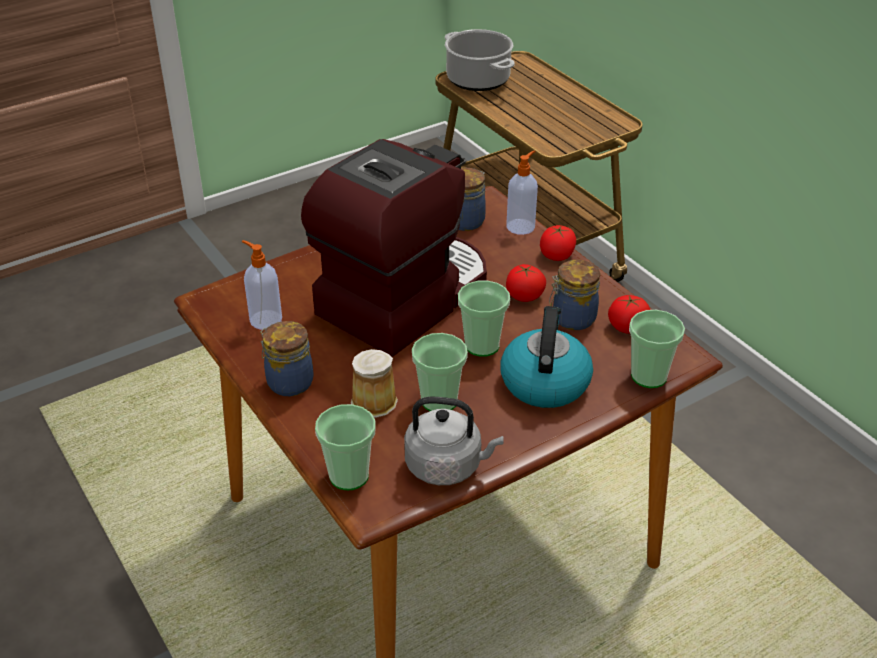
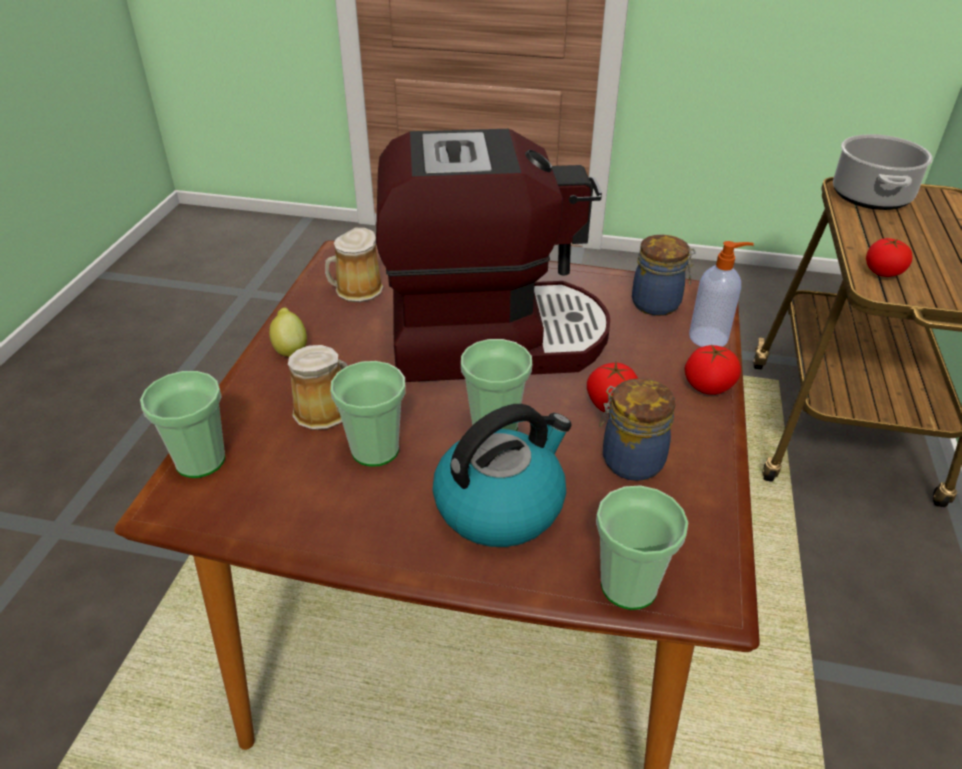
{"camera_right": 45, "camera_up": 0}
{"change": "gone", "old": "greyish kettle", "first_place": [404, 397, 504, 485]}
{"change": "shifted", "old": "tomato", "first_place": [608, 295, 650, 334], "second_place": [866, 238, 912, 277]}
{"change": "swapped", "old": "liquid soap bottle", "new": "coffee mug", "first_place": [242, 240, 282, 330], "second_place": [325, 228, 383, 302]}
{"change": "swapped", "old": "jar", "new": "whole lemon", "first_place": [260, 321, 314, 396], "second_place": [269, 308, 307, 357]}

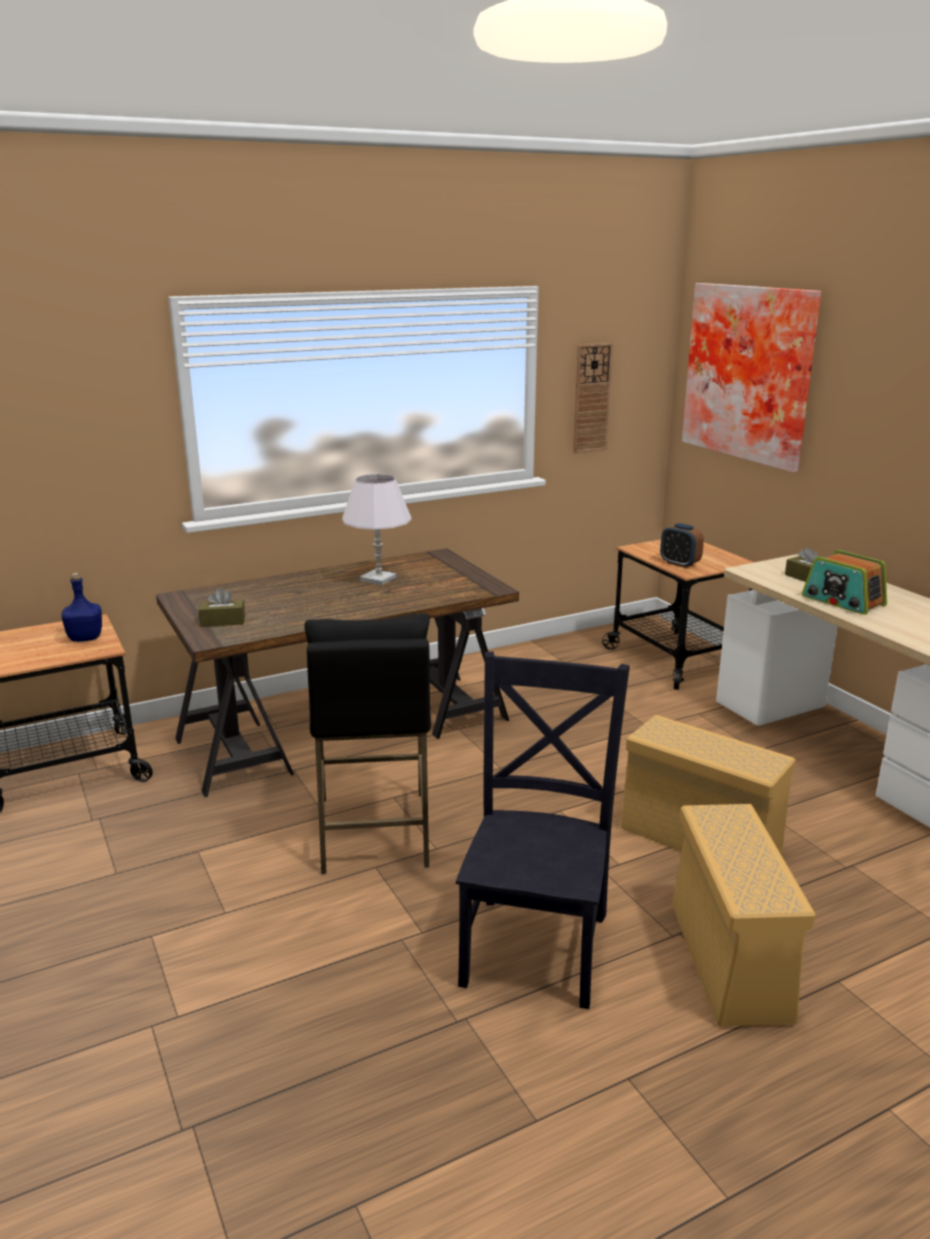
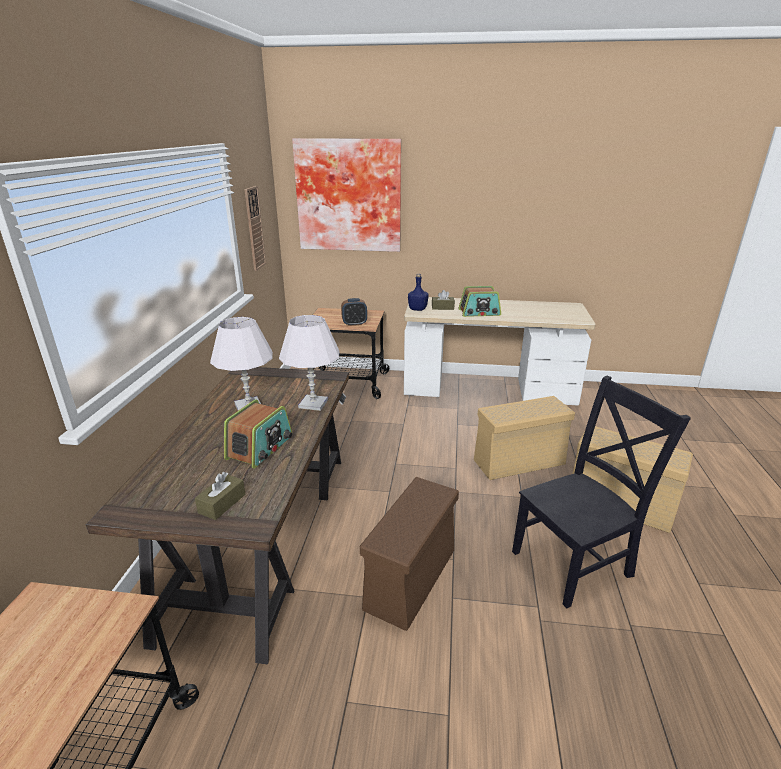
{"camera_right": -55, "camera_up": 5}
{"change": "new", "new": "radio set", "second_place": [224, 399, 292, 468]}
{"change": "new", "new": "whitish table lamp", "second_place": [279, 315, 340, 411]}
{"change": "shifted", "old": "bluish drink bottle", "first_place": [62, 573, 102, 642], "second_place": [408, 274, 429, 311]}
{"change": "swapped", "old": "black sitting stool", "new": "brown-coloured storage box", "first_place": [304, 613, 431, 874], "second_place": [360, 477, 459, 631]}
{"change": "rotated", "old": "black chair", "first_place": [456, 651, 630, 1009], "second_place": [512, 375, 691, 608], "degrees": 105}

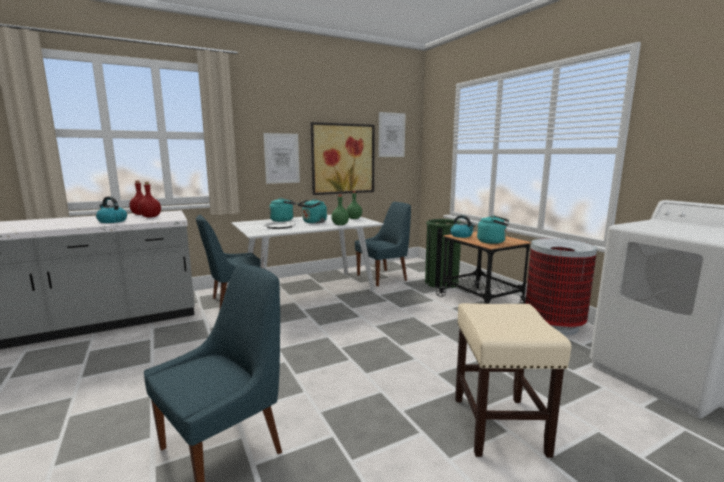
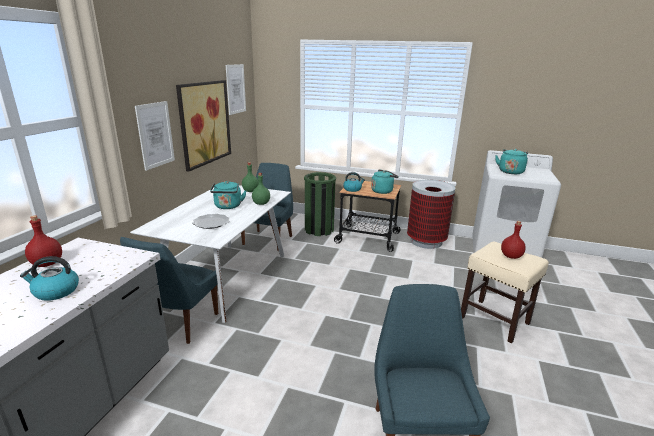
{"camera_right": -45, "camera_up": 10}
{"change": "shifted", "old": "red drink bottle", "first_place": [138, 182, 161, 218], "second_place": [501, 221, 526, 259]}
{"change": "shifted", "old": "blue-green kettle", "first_place": [269, 198, 296, 222], "second_place": [495, 149, 528, 174]}

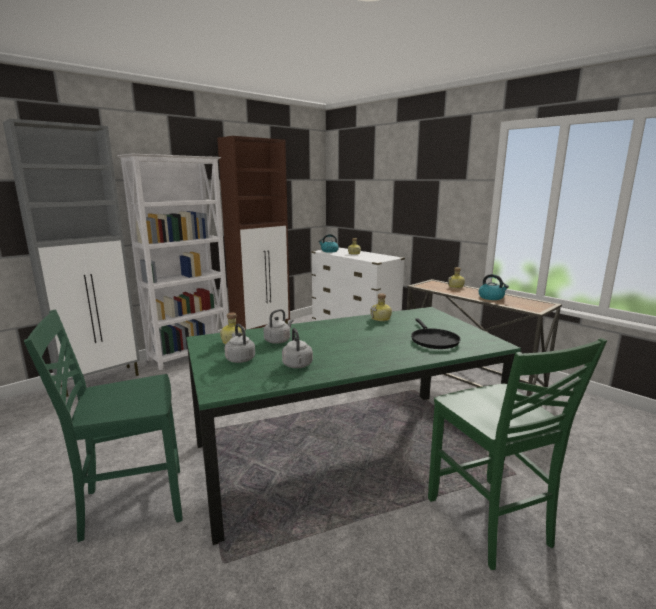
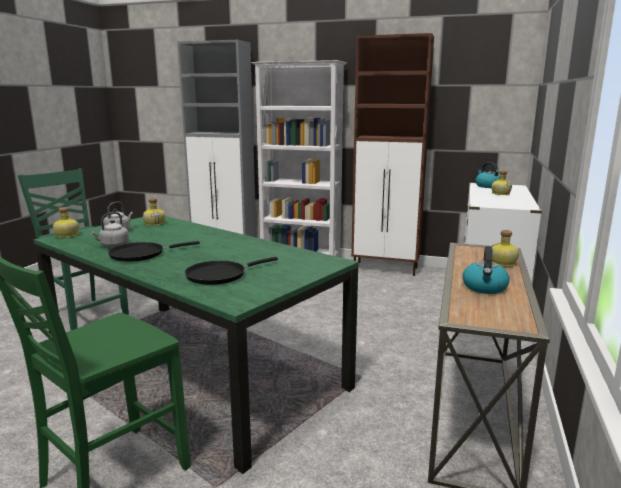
{"camera_right": 60, "camera_up": 0}
{"change": "gone", "old": "greyish kettle", "first_place": [264, 309, 294, 344]}
{"change": "new", "new": "black pan", "second_place": [108, 241, 200, 262]}
{"change": "shifted", "old": "drink bottle", "first_place": [371, 293, 392, 321], "second_place": [53, 207, 79, 238]}

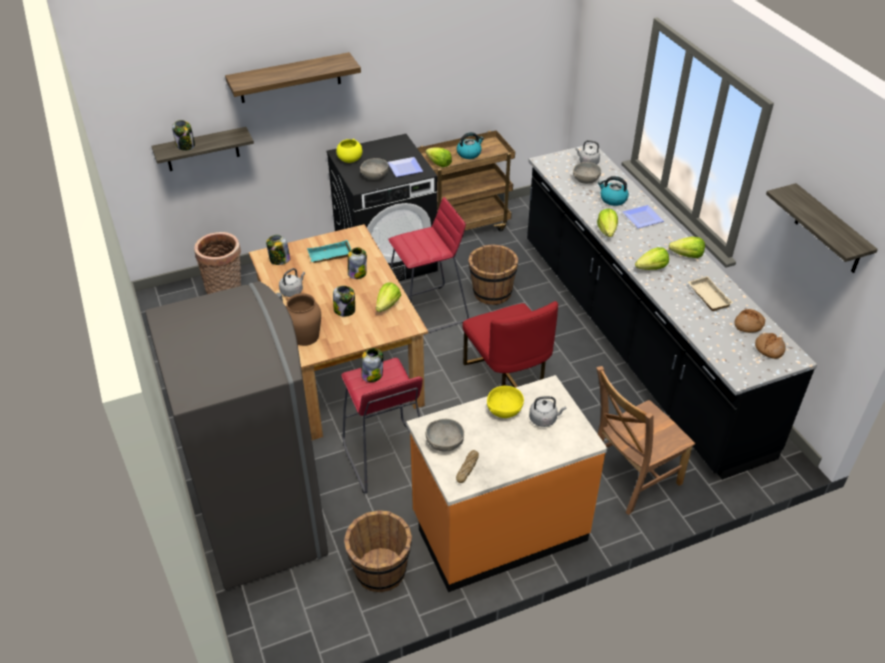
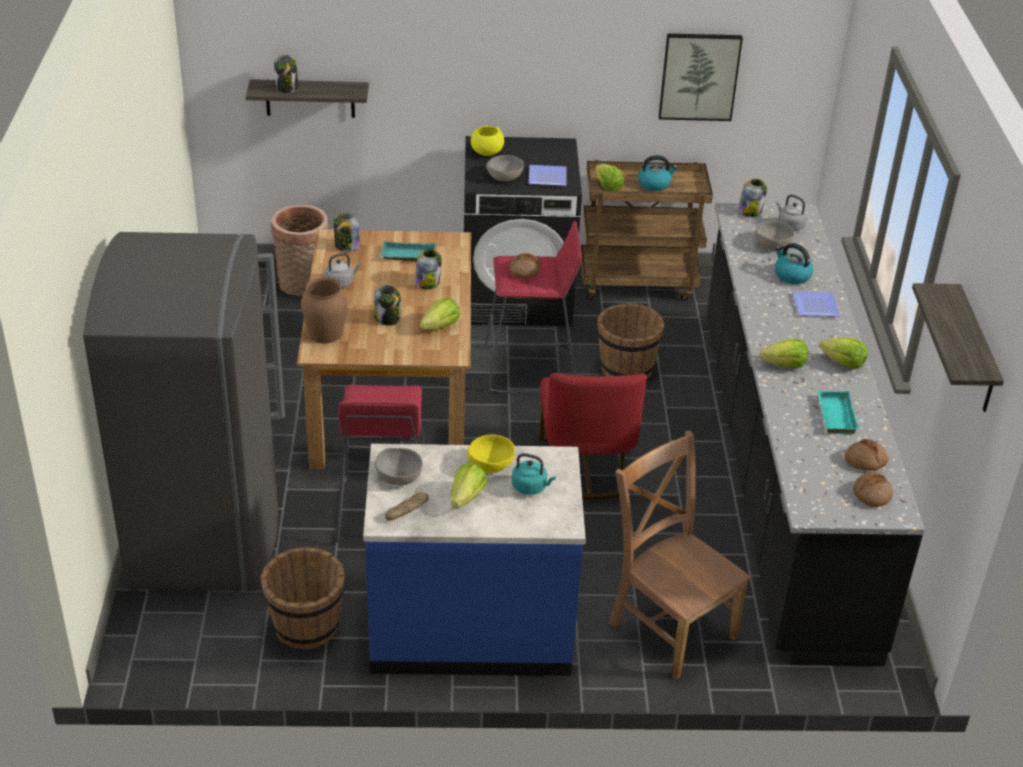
{"camera_right": 20, "camera_up": -5}
{"change": "gone", "old": "shelf", "first_place": [225, 52, 361, 103]}
{"change": "new", "new": "bakery bread", "second_place": [509, 253, 540, 279]}
{"change": "new", "new": "picture", "second_place": [658, 33, 743, 121]}
{"change": "shifted", "old": "jar", "first_place": [361, 348, 383, 382], "second_place": [738, 179, 767, 217]}
{"change": "shifted", "old": "head of lettuce", "first_place": [597, 208, 618, 237], "second_place": [451, 463, 488, 509]}
{"change": "repainted", "old": "orangey kitchen base unit", "new": "bluish kitchen base unit", "first_place": [406, 375, 607, 592], "second_place": [363, 444, 586, 676]}
{"change": "repainted", "old": "greyish kettle", "new": "blue-green kettle", "first_place": [529, 396, 566, 427], "second_place": [512, 453, 556, 495]}
{"change": "repainted", "old": "beige serving tray", "new": "blue-green serving tray", "first_place": [688, 276, 734, 311], "second_place": [817, 391, 859, 434]}
{"change": "rotated", "old": "brown-coloured chair", "first_place": [596, 366, 695, 515], "second_place": [609, 430, 751, 679], "degrees": 60}

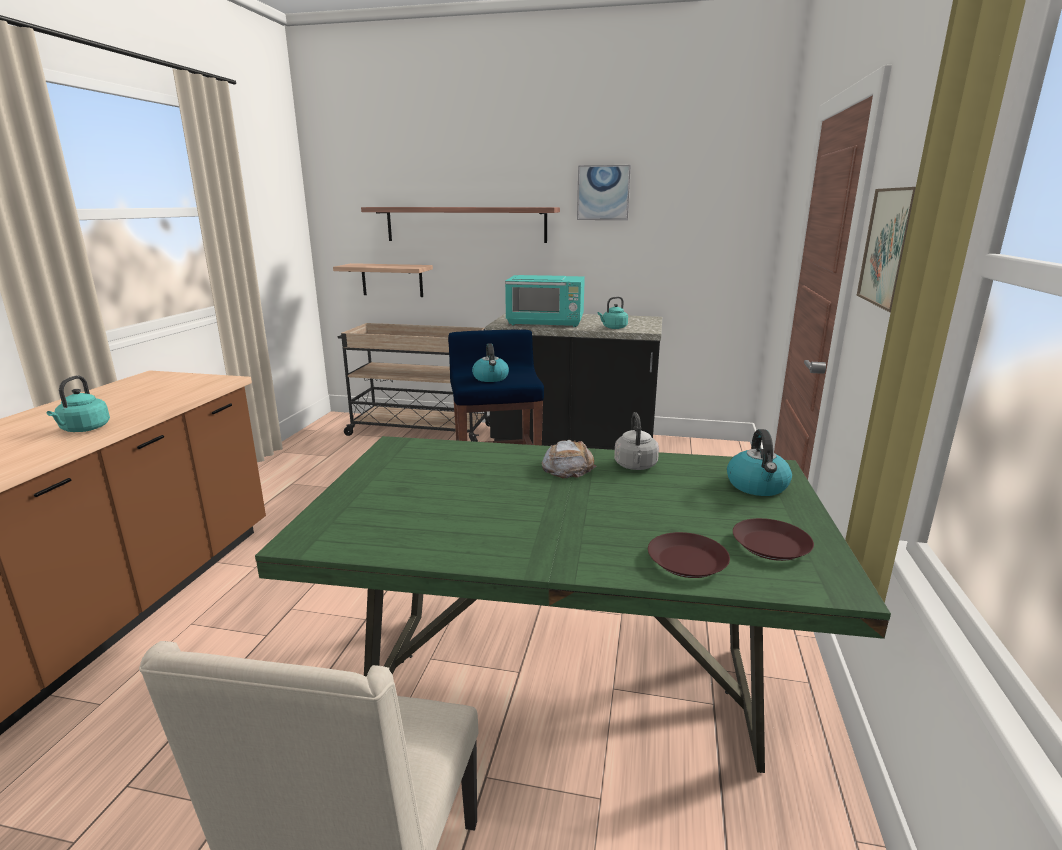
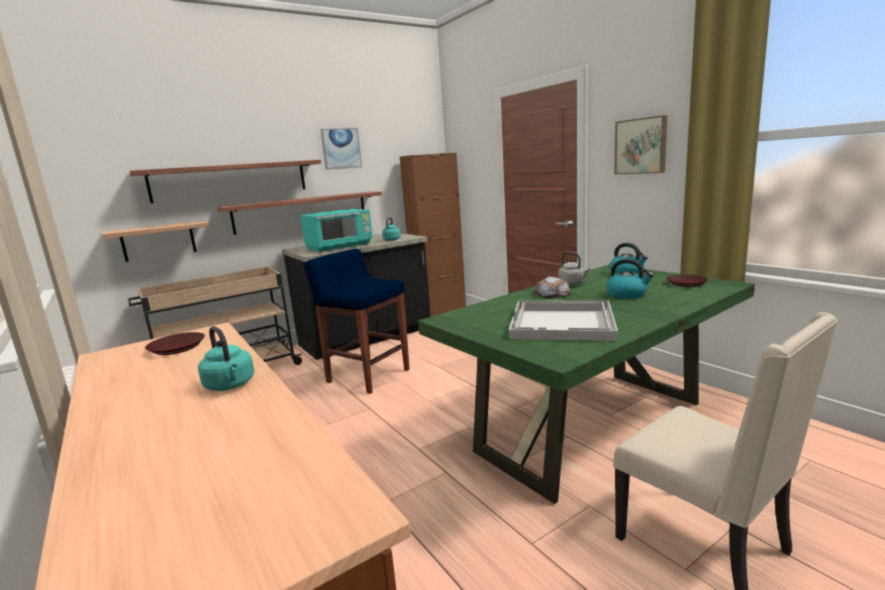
{"camera_right": -45, "camera_up": -5}
{"change": "new", "new": "shelf", "second_place": [217, 192, 382, 235]}
{"change": "new", "new": "brown-coloured cabinet", "second_place": [400, 153, 466, 317]}
{"change": "new", "new": "whitish serving tray", "second_place": [509, 300, 618, 341]}
{"change": "shifted", "old": "kettle", "first_place": [472, 344, 509, 382], "second_place": [606, 259, 654, 299]}
{"change": "shifted", "old": "brown-coloured plate", "first_place": [648, 532, 730, 578], "second_place": [145, 332, 205, 355]}

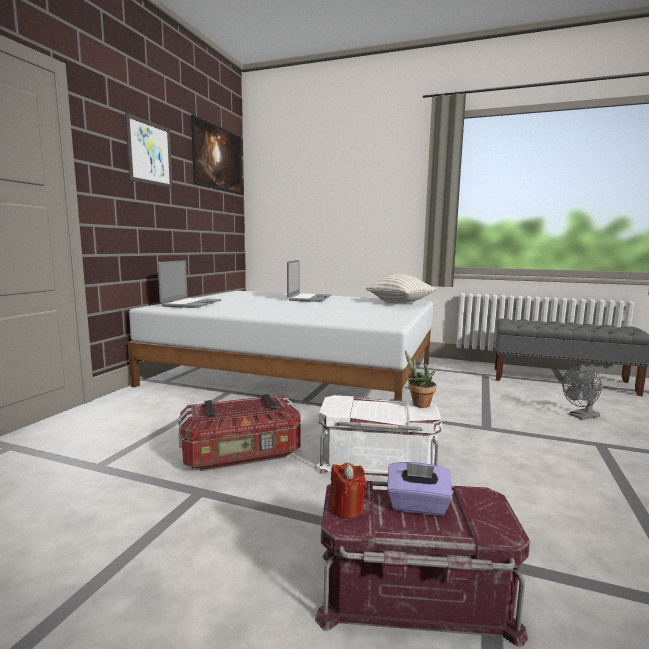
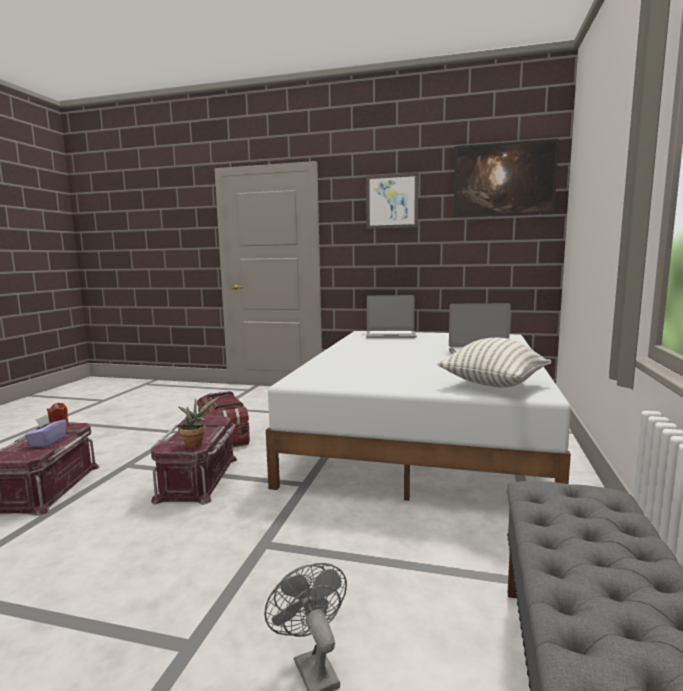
{"camera_right": 85, "camera_up": 0}
{"change": "repainted", "old": "whitish storage box", "new": "red storage box", "first_place": [315, 395, 442, 477], "second_place": [151, 416, 237, 505]}

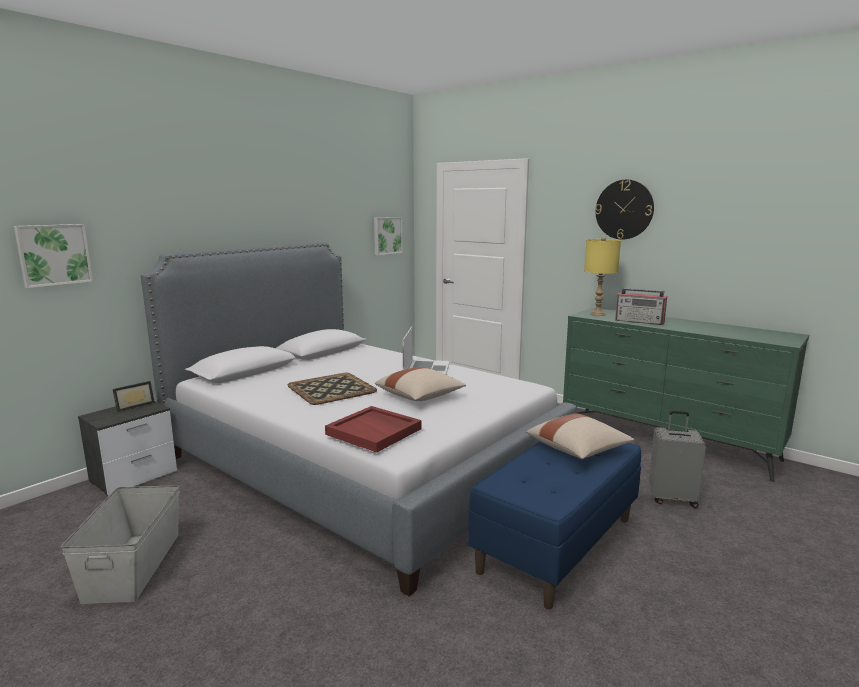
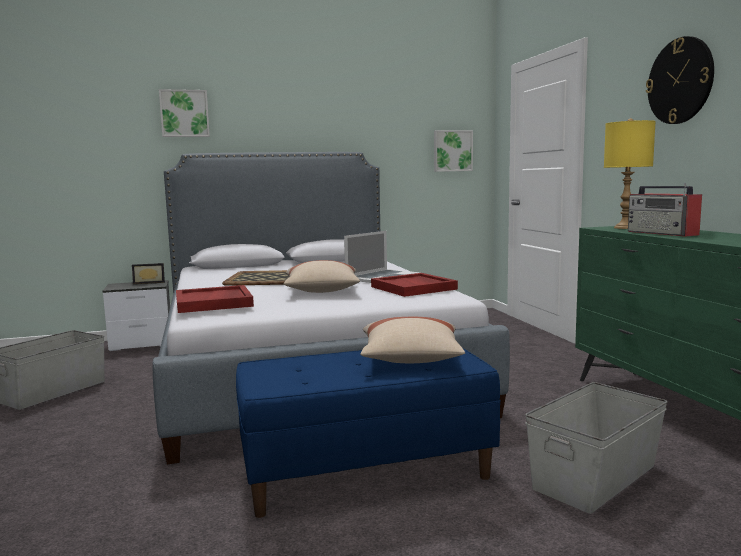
{"camera_right": 35, "camera_up": -5}
{"change": "new", "new": "red serving tray", "second_place": [371, 273, 458, 297]}
{"change": "shifted", "old": "picture", "first_place": [14, 224, 93, 288], "second_place": [159, 89, 210, 137]}
{"change": "swapped", "old": "greyish travel case", "new": "greyish storage box", "first_place": [649, 410, 706, 508], "second_place": [525, 382, 668, 514]}

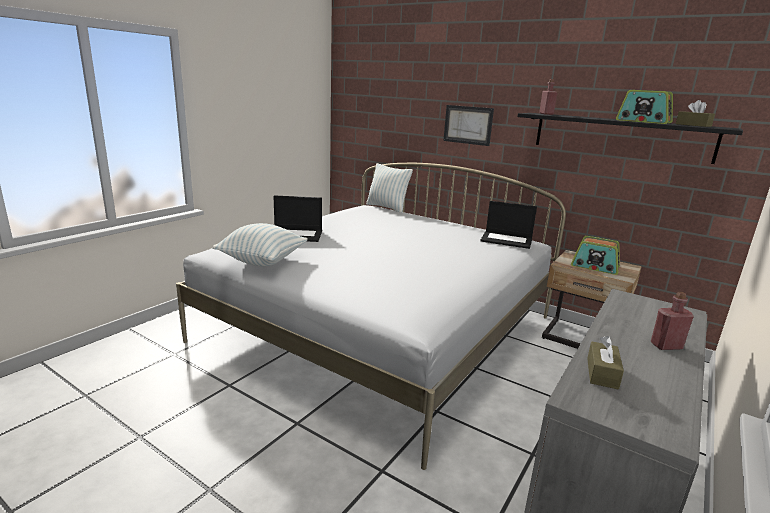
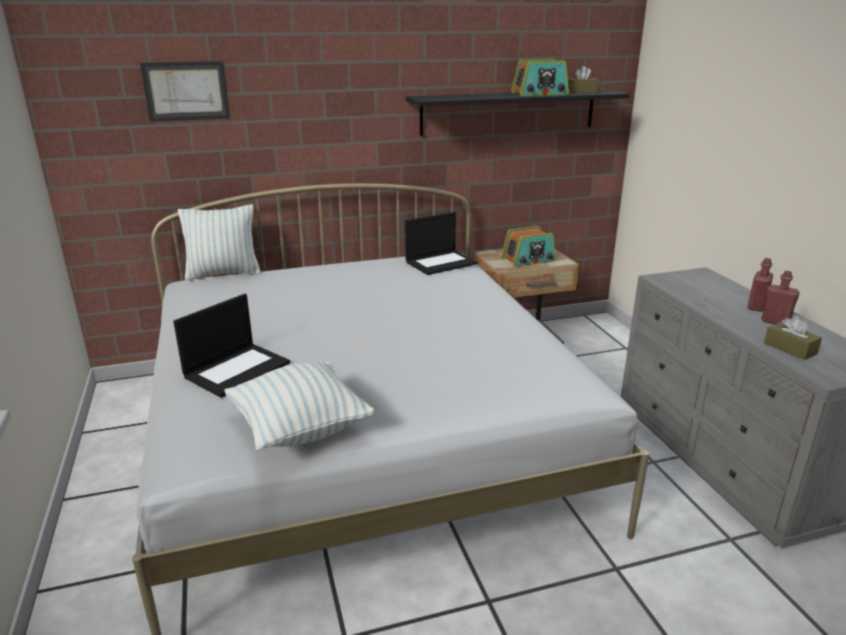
{"camera_right": -50, "camera_up": 5}
{"change": "shifted", "old": "picture", "first_place": [443, 105, 494, 146], "second_place": [140, 61, 230, 122]}
{"change": "shifted", "old": "red drink bottle", "first_place": [539, 79, 557, 115], "second_place": [762, 271, 800, 324]}

